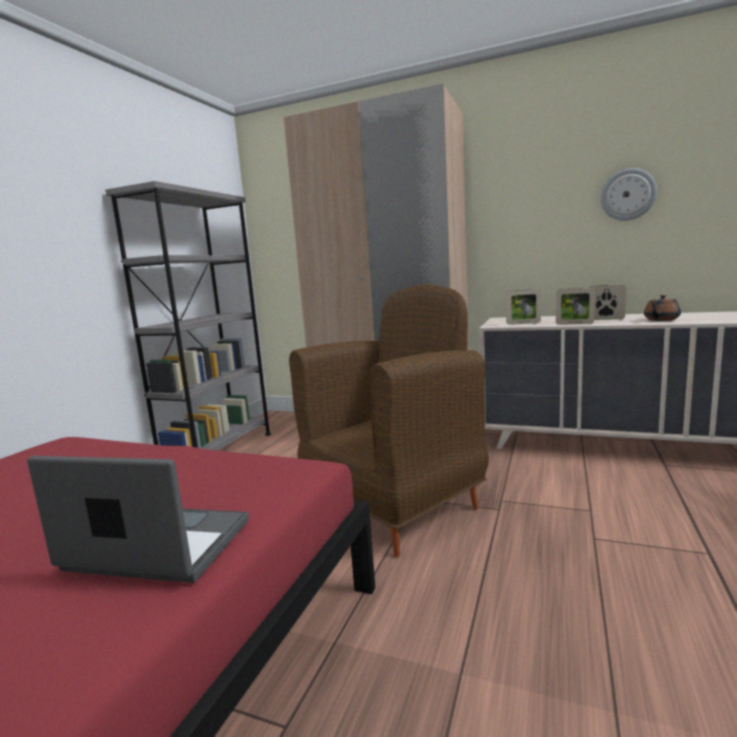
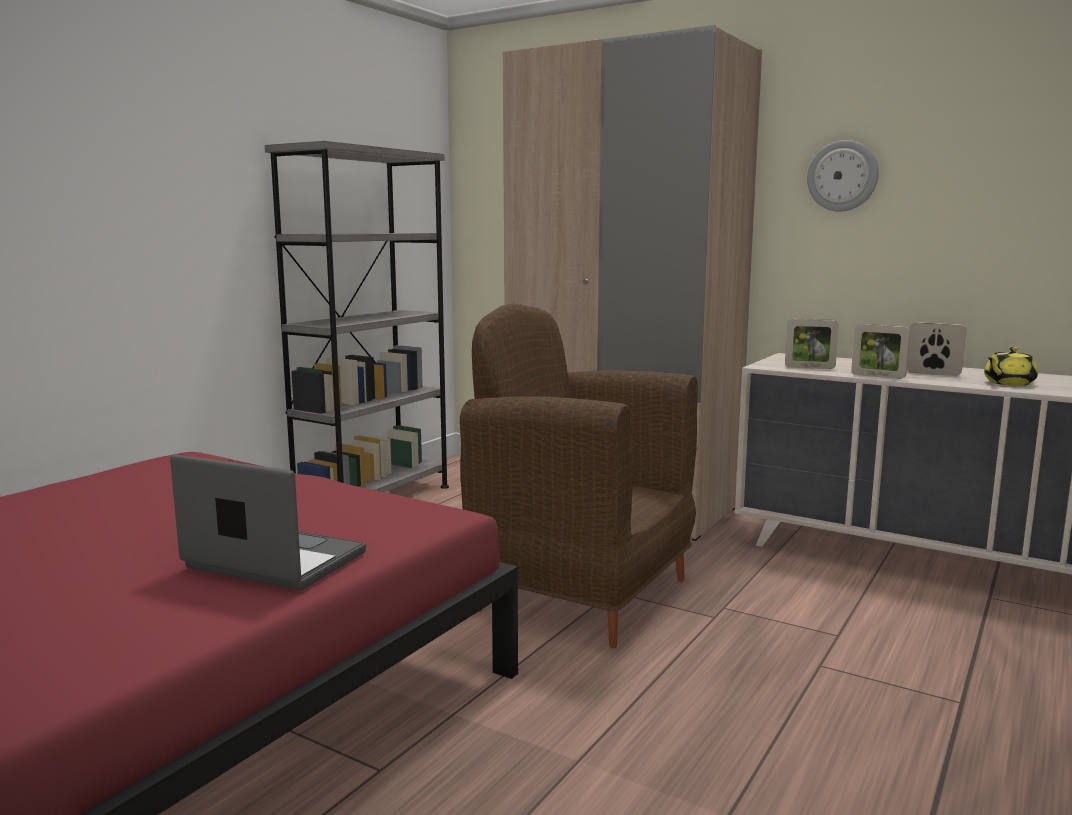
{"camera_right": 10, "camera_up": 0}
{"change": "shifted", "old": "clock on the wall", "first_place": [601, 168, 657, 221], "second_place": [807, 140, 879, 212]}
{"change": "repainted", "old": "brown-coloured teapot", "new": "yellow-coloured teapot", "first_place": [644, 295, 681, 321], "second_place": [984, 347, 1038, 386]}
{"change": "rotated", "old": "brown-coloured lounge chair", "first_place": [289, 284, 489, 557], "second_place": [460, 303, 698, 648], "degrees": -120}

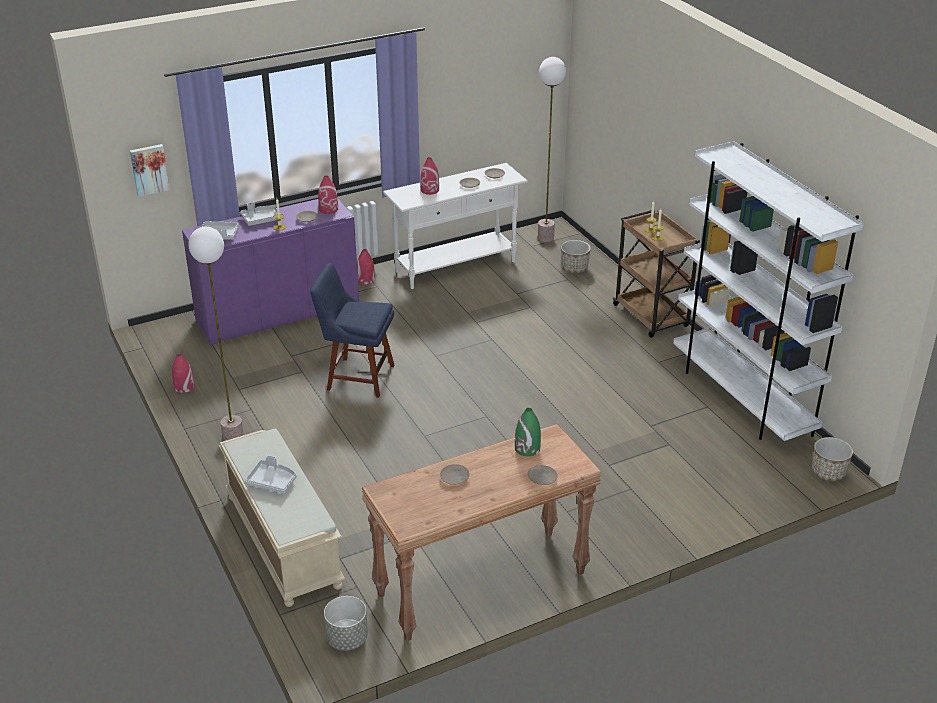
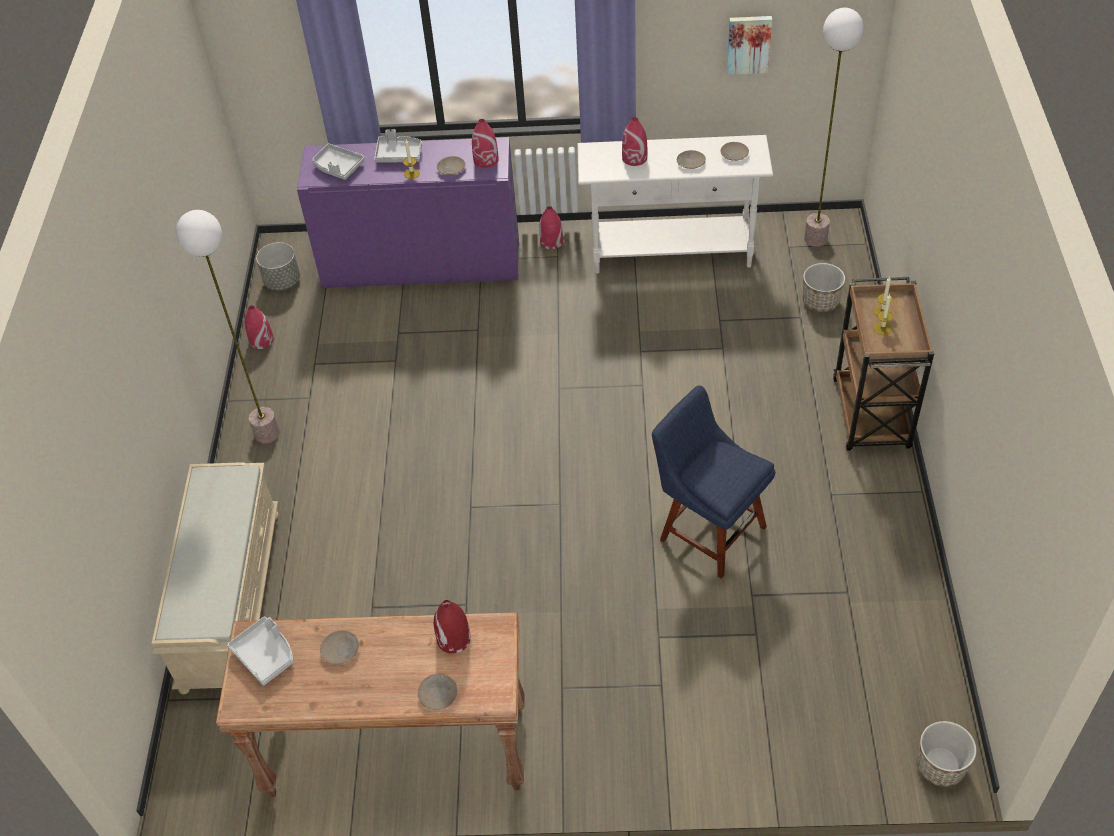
{"camera_right": 30, "camera_up": 15}
{"change": "gone", "old": "whitish bookshelf", "first_place": [673, 141, 864, 441]}
{"change": "shifted", "old": "picture", "first_place": [130, 144, 170, 197], "second_place": [727, 16, 772, 75]}
{"change": "shifted", "old": "greyish serving tray", "first_place": [245, 455, 297, 494], "second_place": [227, 616, 294, 686]}
{"change": "shifted", "old": "bluish chair", "first_place": [310, 263, 395, 398], "second_place": [652, 385, 775, 579]}
{"change": "shifted", "old": "greyish plant pot", "first_place": [324, 596, 368, 650], "second_place": [256, 242, 300, 290]}
{"change": "repainted", "old": "greenish flower vase", "new": "red flower vase", "first_place": [515, 408, 541, 456], "second_place": [434, 600, 471, 653]}

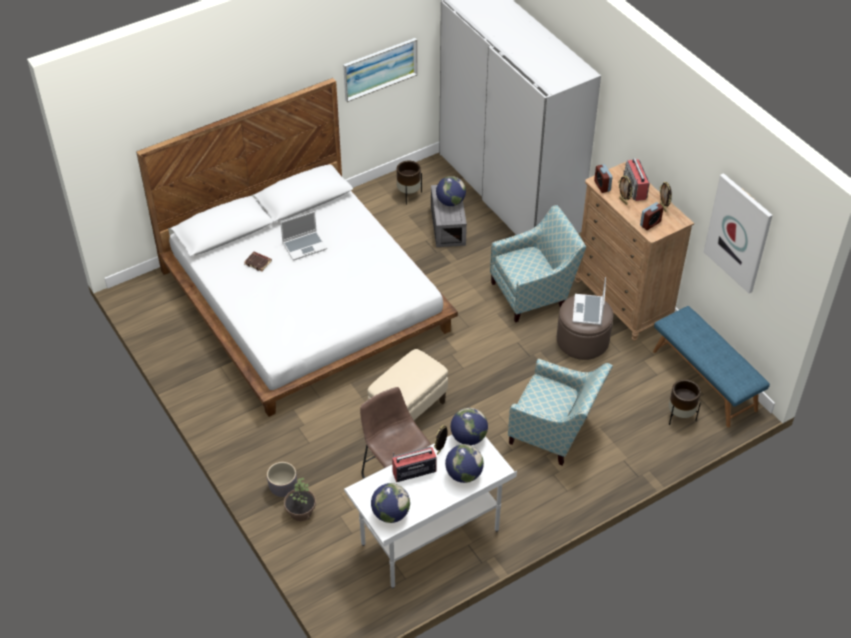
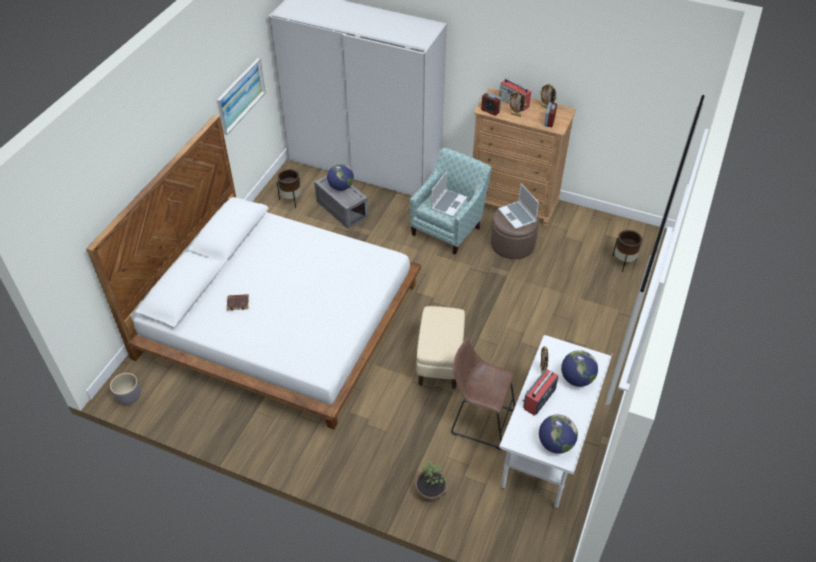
{"camera_right": -35, "camera_up": 0}
{"change": "gone", "old": "globe", "first_place": [451, 408, 488, 445]}
{"change": "gone", "old": "lounge chair", "first_place": [508, 359, 613, 466]}
{"change": "gone", "old": "bluish indoor bench", "first_place": [653, 306, 770, 428]}
{"change": "gone", "old": "picture", "first_place": [704, 173, 773, 293]}
{"change": "shifted", "old": "greyish plant pot", "first_place": [267, 462, 297, 497], "second_place": [110, 373, 141, 405]}
{"change": "shifted", "old": "laptop", "first_place": [280, 211, 327, 261], "second_place": [431, 172, 467, 217]}

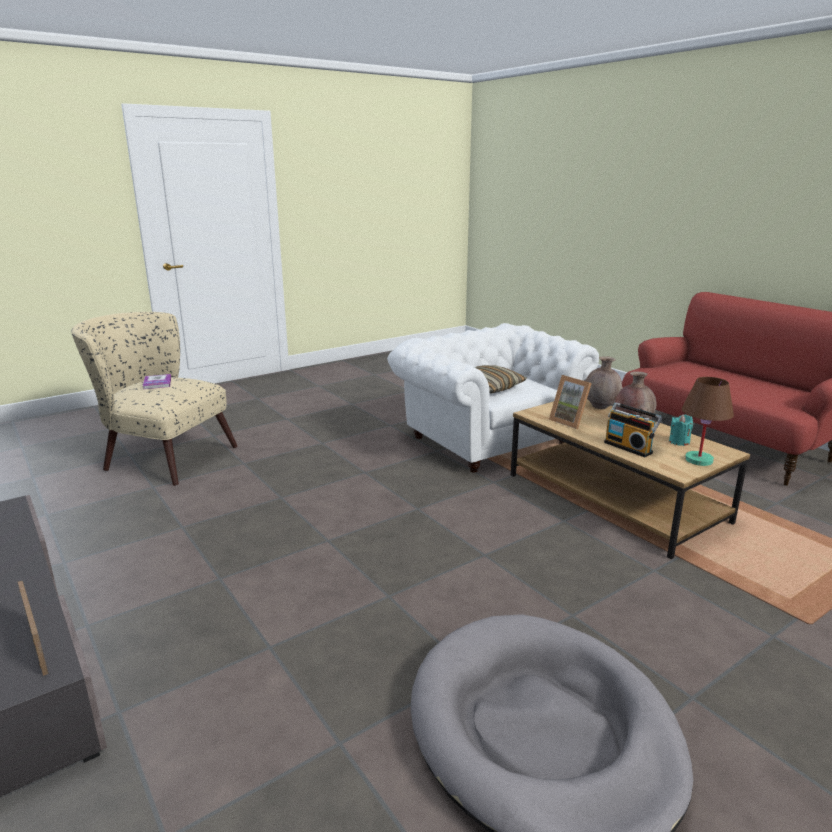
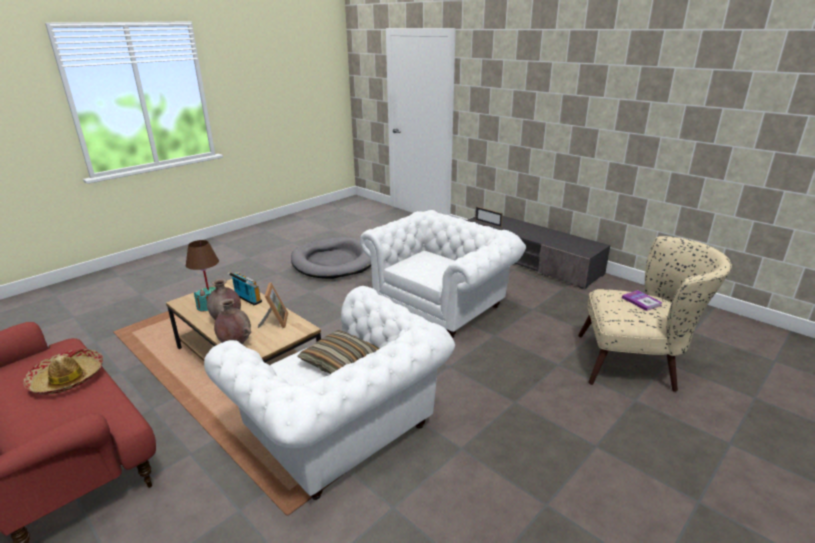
{"camera_right": 170, "camera_up": 5}
{"change": "new", "new": "hat", "second_place": [23, 349, 103, 395]}
{"change": "new", "new": "whitish lounge chair", "second_place": [360, 210, 526, 338]}
{"change": "rotated", "old": "photo frame", "first_place": [549, 375, 592, 429], "second_place": [258, 282, 288, 328], "degrees": 45}

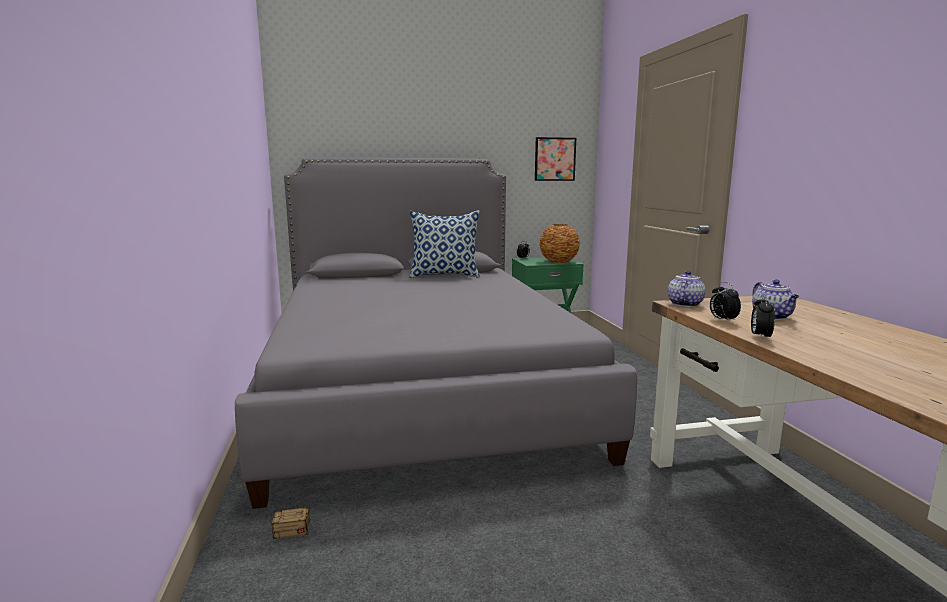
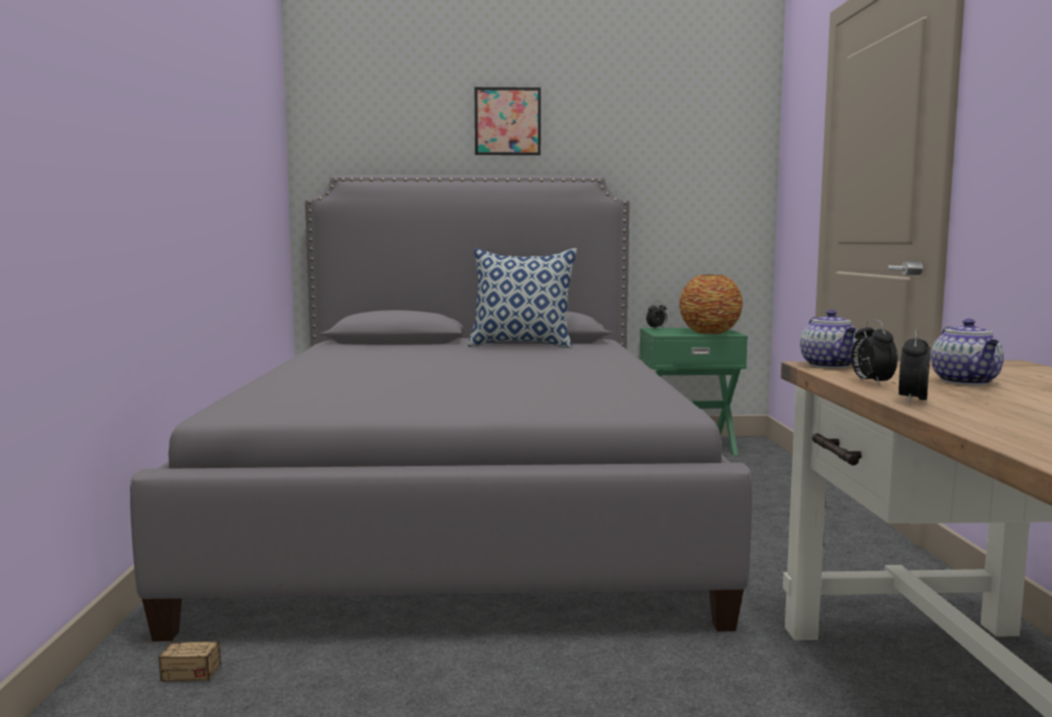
{"camera_right": 10, "camera_up": -5}
{"change": "shifted", "old": "picture", "first_place": [535, 137, 576, 181], "second_place": [475, 87, 541, 155]}
{"change": "rotated", "old": "teapot", "first_place": [667, 270, 706, 307], "second_place": [800, 310, 858, 368], "degrees": 135}

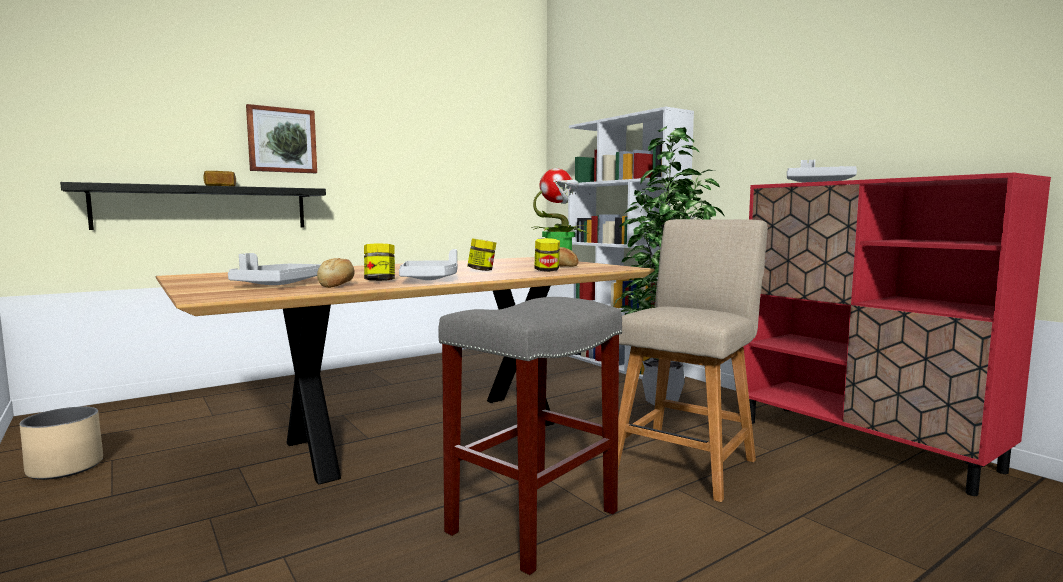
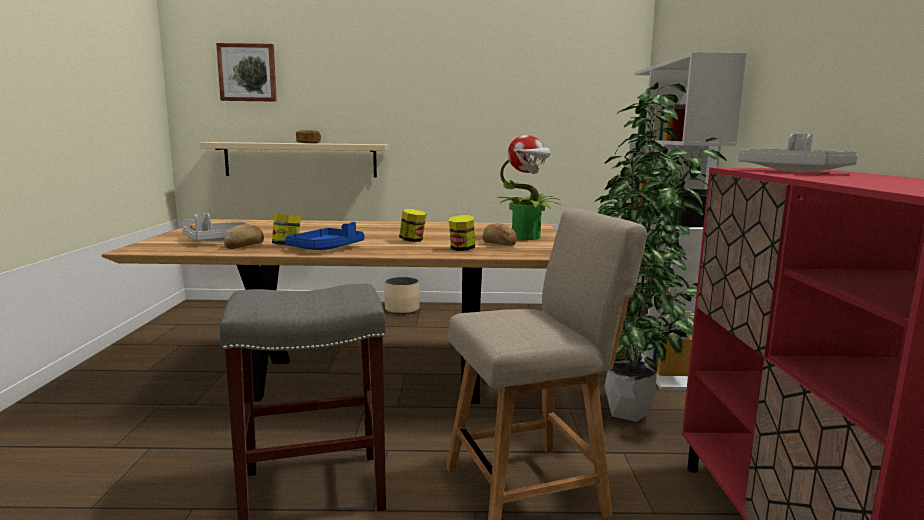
{"camera_right": 35, "camera_up": 5}
{"change": "shifted", "old": "beige plant pot", "first_place": [20, 407, 103, 480], "second_place": [385, 277, 420, 314]}
{"change": "shifted", "old": "picture", "first_place": [246, 104, 317, 173], "second_place": [216, 43, 277, 102]}
{"change": "repainted", "old": "black shelf", "new": "beige shelf", "first_place": [60, 182, 326, 230], "second_place": [200, 142, 389, 178]}
{"change": "repainted", "old": "greyish serving tray", "new": "bluish serving tray", "first_place": [399, 249, 458, 280], "second_place": [285, 222, 364, 250]}

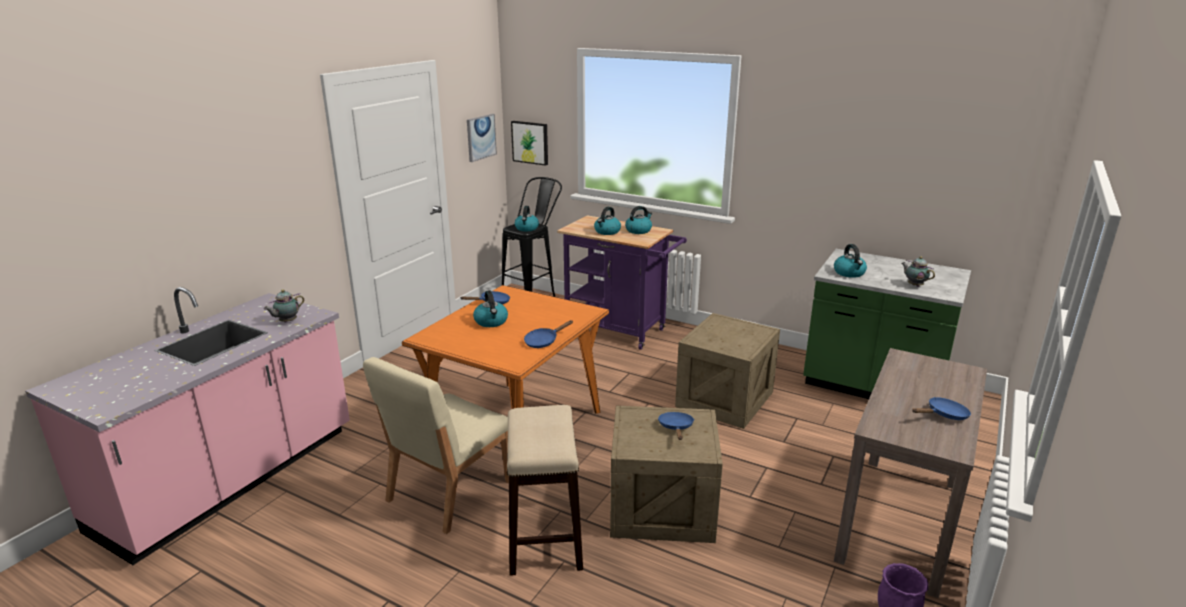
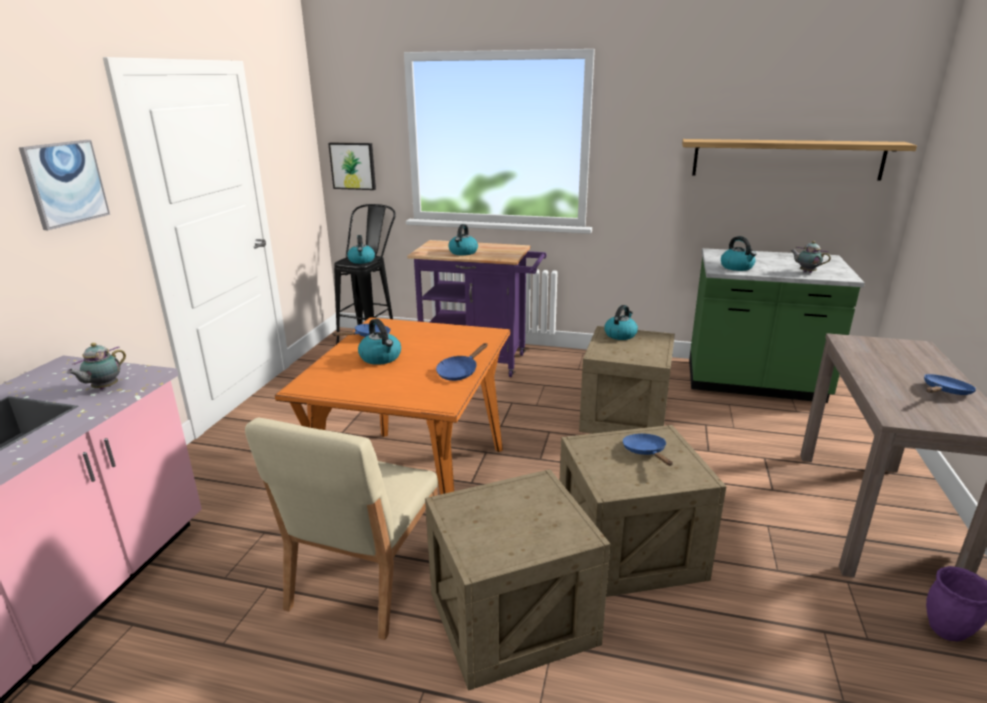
{"camera_right": -15, "camera_up": 0}
{"change": "new", "new": "shelf", "second_place": [682, 139, 917, 181]}
{"change": "shifted", "old": "picture", "first_place": [467, 114, 497, 162], "second_place": [19, 140, 110, 230]}
{"change": "shifted", "old": "kettle", "first_place": [625, 206, 652, 234], "second_place": [604, 305, 638, 340]}
{"change": "swapped", "old": "sitting stool", "new": "shipping crate", "first_place": [507, 405, 583, 576], "second_place": [425, 469, 610, 691]}

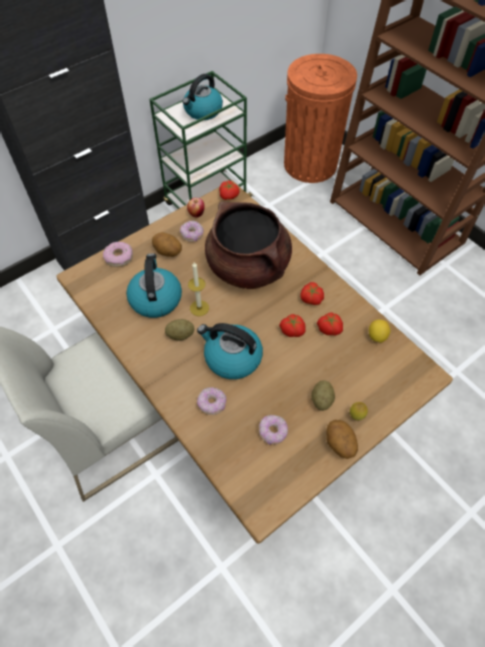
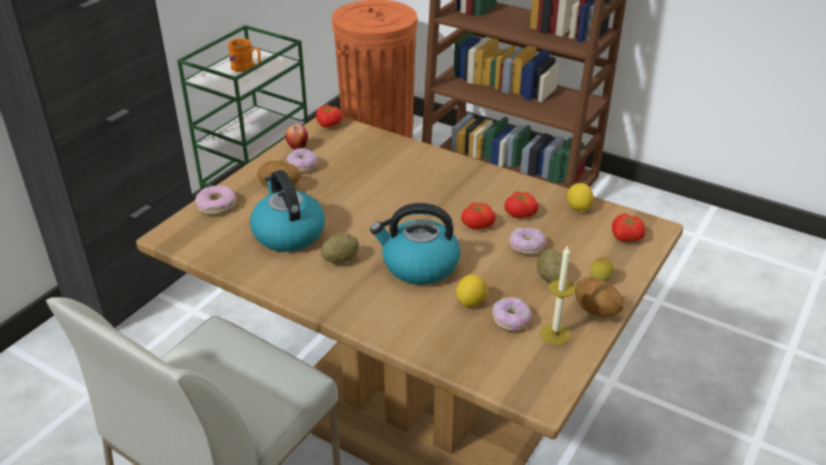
{"camera_right": -20, "camera_up": -20}
{"change": "gone", "old": "brown-coloured cooking pot", "first_place": [205, 202, 292, 289]}
{"change": "new", "new": "whole lemon", "second_place": [456, 274, 488, 307]}
{"change": "shifted", "old": "wax light", "first_place": [188, 262, 209, 316], "second_place": [540, 245, 575, 345]}
{"change": "shifted", "old": "donut", "first_place": [197, 387, 226, 415], "second_place": [509, 227, 545, 255]}
{"change": "shifted", "old": "tomato", "first_place": [300, 282, 324, 305], "second_place": [612, 214, 645, 241]}
{"change": "swapped", "old": "kettle", "new": "orangey coffee mug", "first_place": [182, 74, 223, 120], "second_place": [228, 38, 261, 72]}

